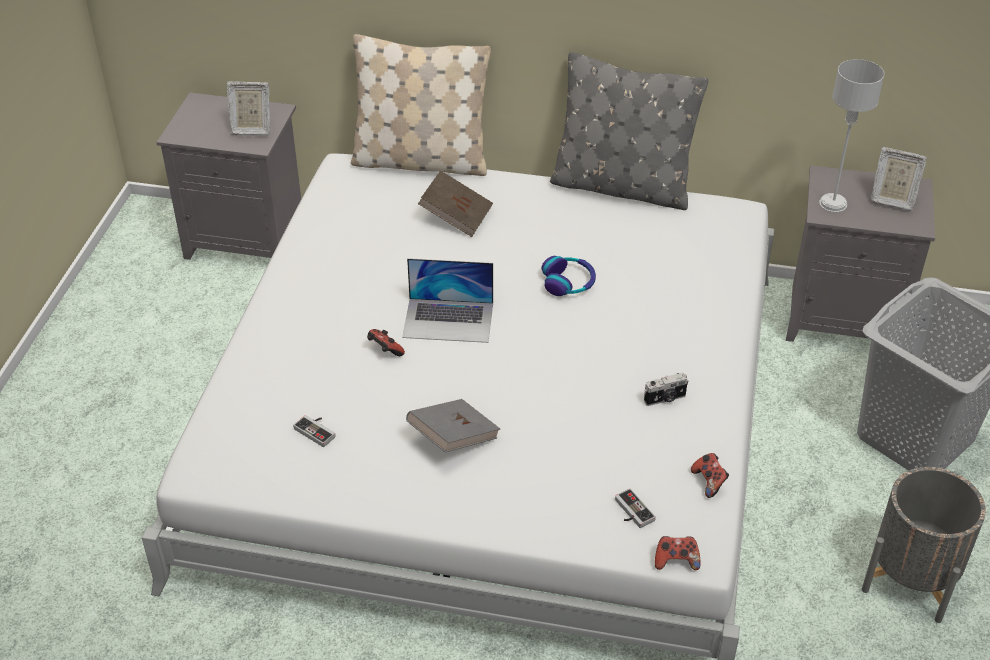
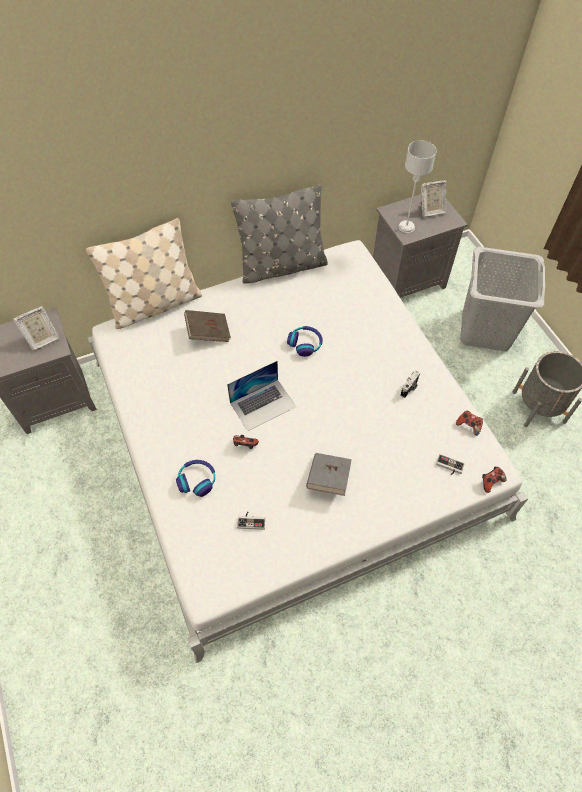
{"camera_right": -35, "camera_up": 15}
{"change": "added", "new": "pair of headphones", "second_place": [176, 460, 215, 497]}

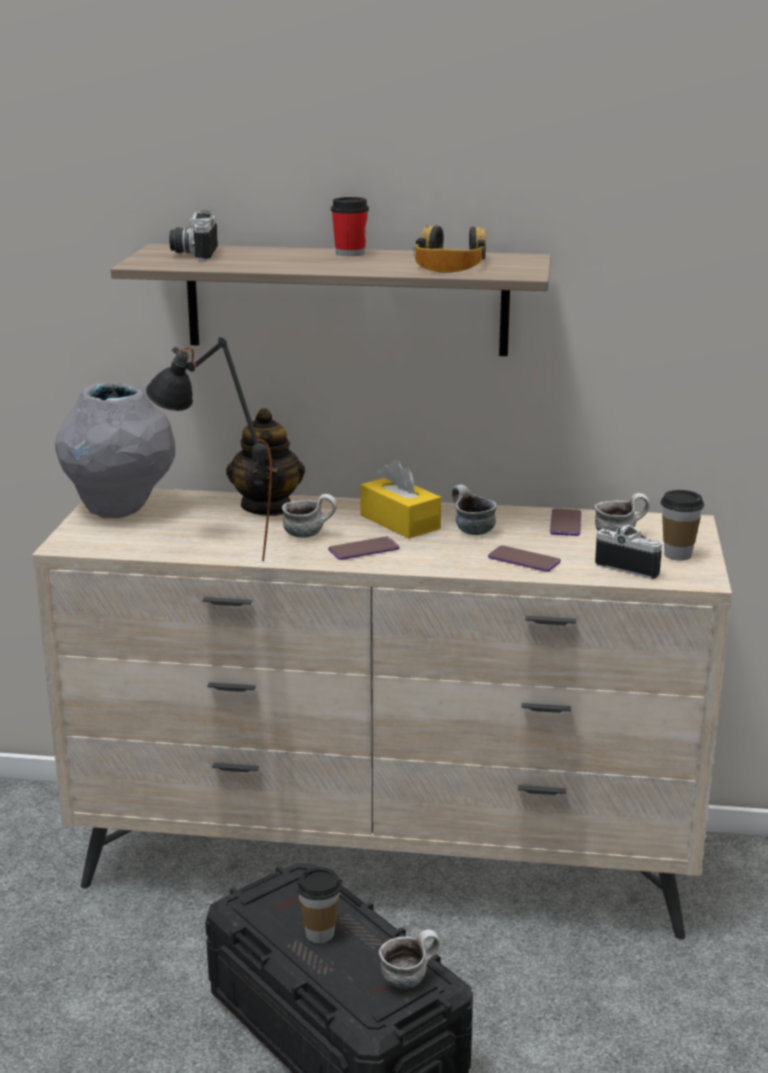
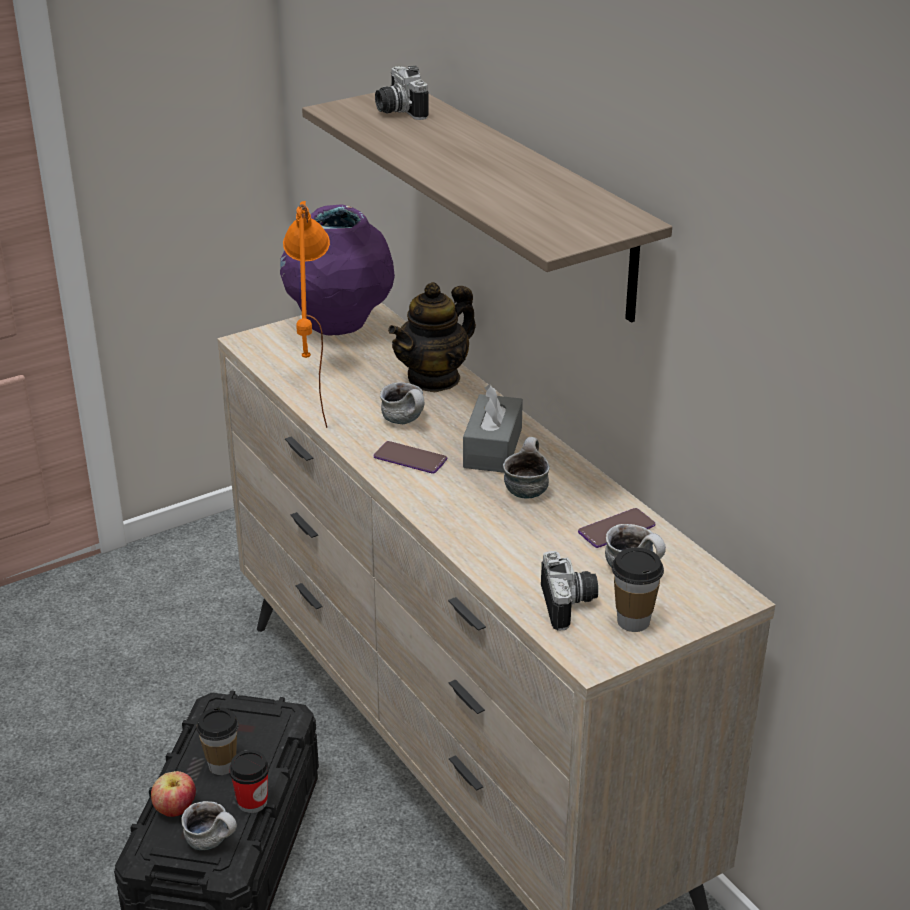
{"camera_right": 50, "camera_up": 10}
{"change": "removed", "old": "pair of headphones", "first_place": [414, 225, 486, 273]}
{"change": "removed", "old": "phone", "first_place": [488, 545, 561, 572]}
{"change": "added", "new": "whole apple", "second_place": [151, 771, 196, 817]}
{"change": "moved", "old": "cup", "first_place": [331, 197, 369, 256], "second_place": [229, 750, 269, 813]}
{"change": "recoloured", "old": "greyish decorative vase", "new": "purple decorative vase", "first_place": [55, 383, 175, 518], "second_place": [280, 205, 395, 336]}
{"change": "recoloured", "old": "black-coloured table lamp", "new": "orangey table lamp", "first_place": [146, 337, 272, 561], "second_place": [283, 201, 330, 428]}
{"change": "recoloured", "old": "yellow-coloured box of tissues", "new": "greyish box of tissues", "first_place": [360, 459, 441, 539], "second_place": [463, 384, 523, 473]}
{"change": "turned", "old": "photo camera", "first_place": [169, 210, 218, 261], "second_place": [375, 66, 429, 120], "degrees": -75}

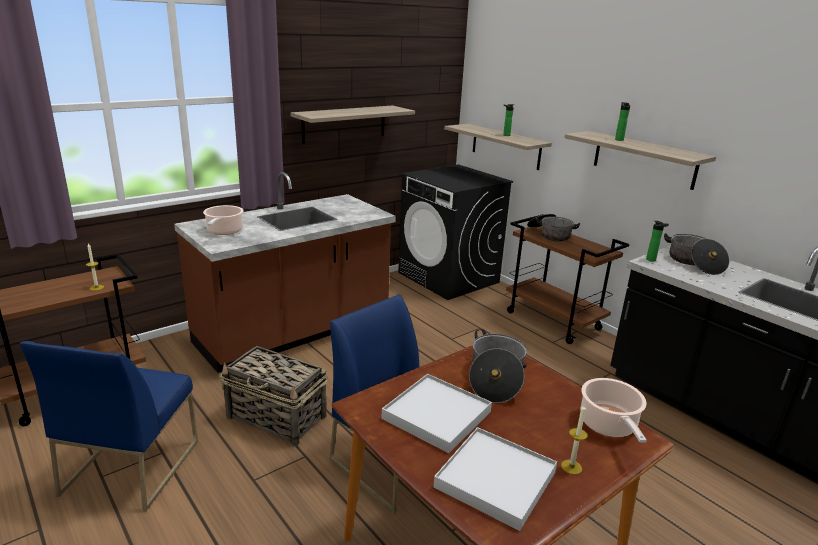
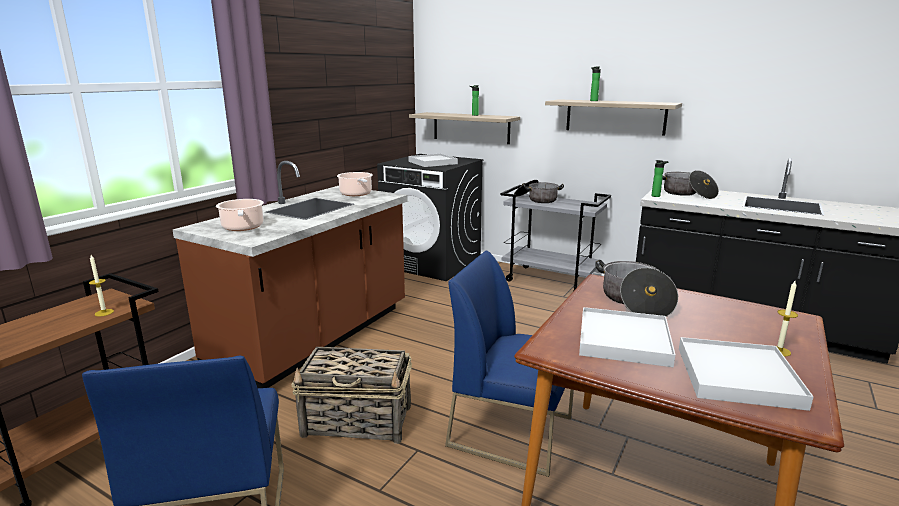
{"camera_right": -20, "camera_up": -5}
{"change": "removed", "old": "bracket shelf", "first_place": [290, 105, 415, 144]}
{"change": "added", "new": "white-coloured carrying tray", "second_place": [408, 154, 458, 167]}
{"change": "moved", "old": "cooking pot", "first_place": [580, 378, 647, 442], "second_place": [337, 172, 373, 196]}
{"change": "recoloured", "old": "brown trolley", "new": "greyish trolley", "first_place": [506, 214, 629, 344], "second_place": [500, 185, 611, 290]}

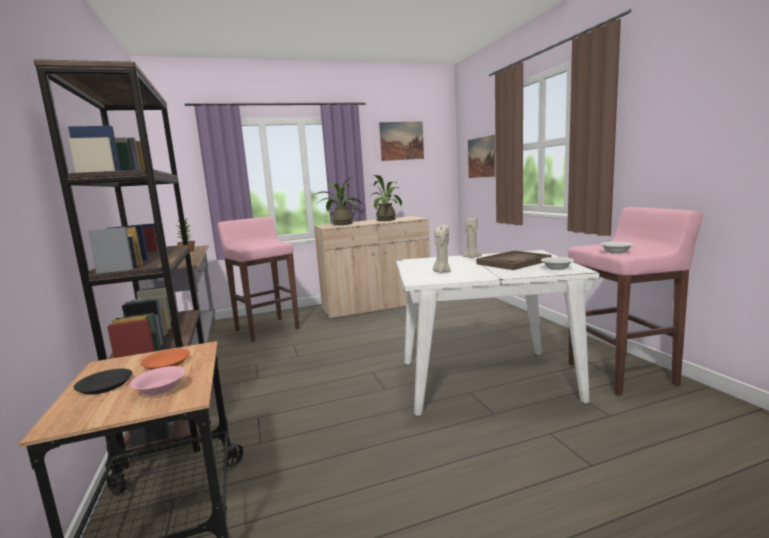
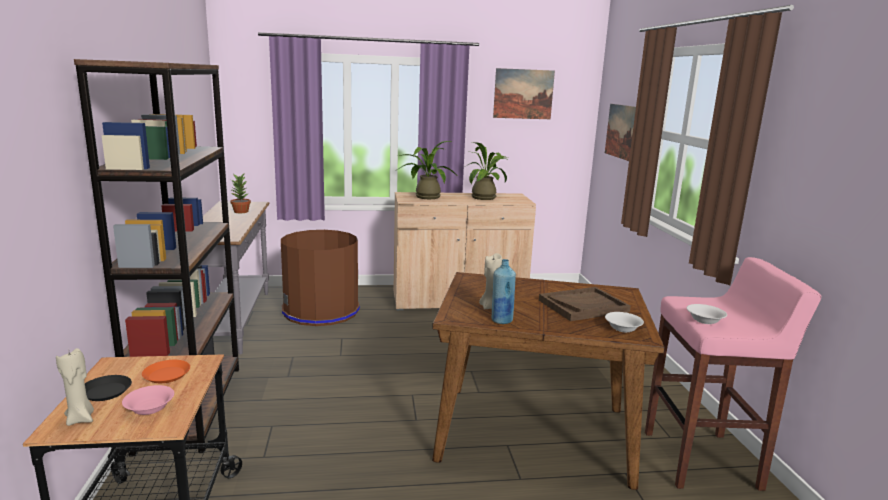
{"camera_right": 10, "camera_up": 5}
{"change": "added", "new": "blue drink bottle", "second_place": [492, 259, 516, 324]}
{"change": "moved", "old": "sand-coloured wax candle", "first_place": [462, 217, 482, 258], "second_place": [56, 348, 94, 426]}
{"change": "replaced", "old": "pinkish sitting stool", "new": "brown trash can", "first_place": [217, 217, 299, 342], "second_place": [281, 230, 360, 326]}
{"change": "recoloured", "old": "white-coloured dining table", "new": "brown dining table", "first_place": [396, 250, 600, 416], "second_place": [432, 272, 665, 490]}

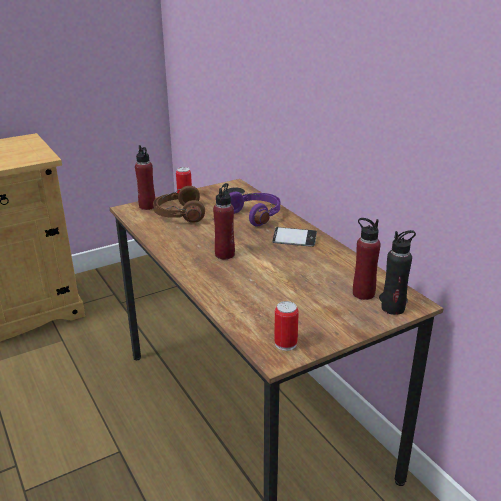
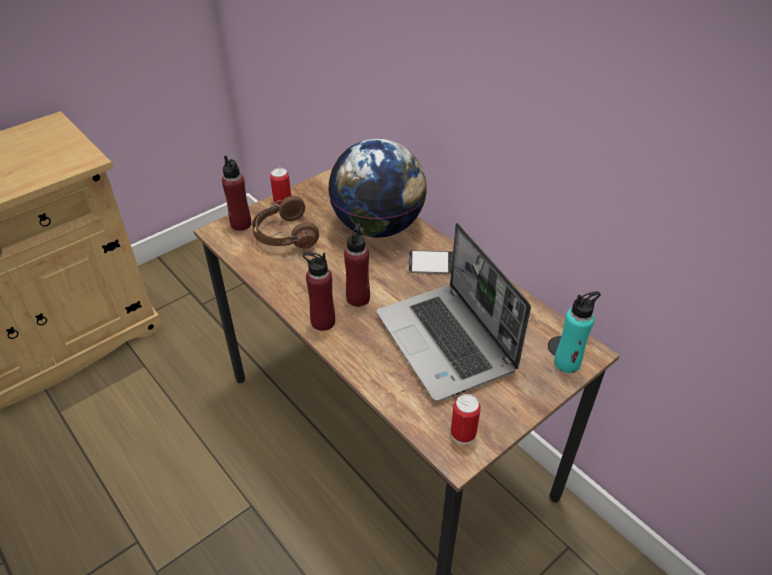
{"camera_right": -10, "camera_up": 15}
{"change": "added", "new": "portable computer", "second_place": [377, 223, 531, 402]}
{"change": "moved", "old": "red-coloured drink bottle", "first_place": [353, 218, 381, 300], "second_place": [303, 252, 335, 331]}
{"change": "replaced", "old": "purple pair of headphones", "new": "world globe", "first_place": [229, 192, 280, 227], "second_place": [328, 139, 427, 238]}
{"change": "recoloured", "old": "black-coloured drink bottle", "new": "turquoise drink bottle", "first_place": [382, 230, 416, 315], "second_place": [554, 291, 601, 373]}

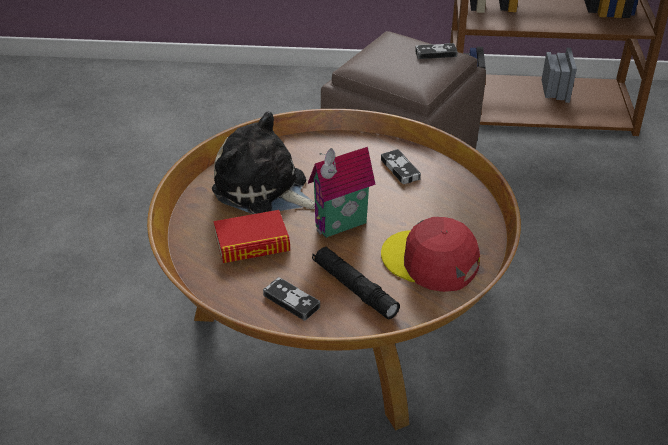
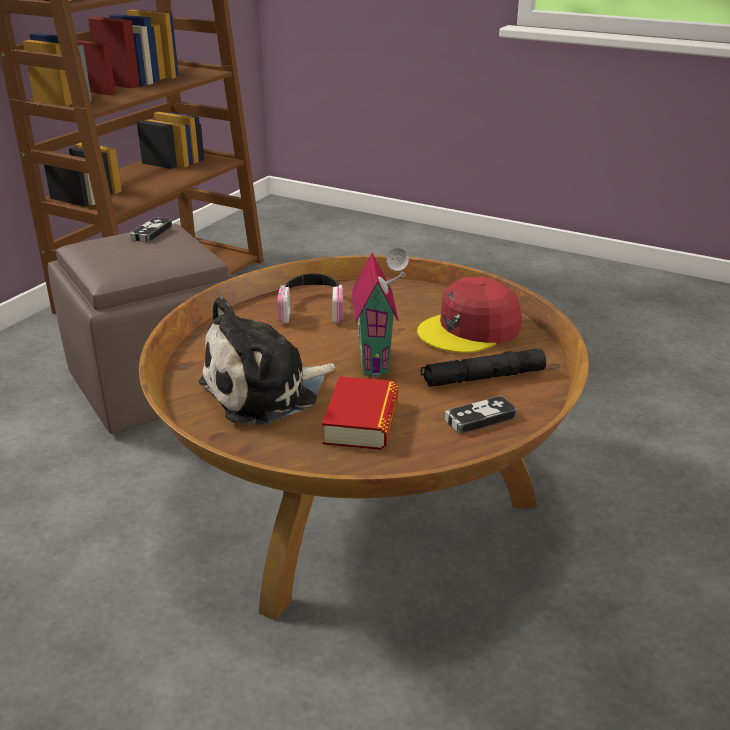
{"camera_right": -65, "camera_up": -10}
{"change": "replaced", "old": "joypad", "new": "pair of headphones", "first_place": [381, 149, 421, 184], "second_place": [277, 273, 343, 324]}

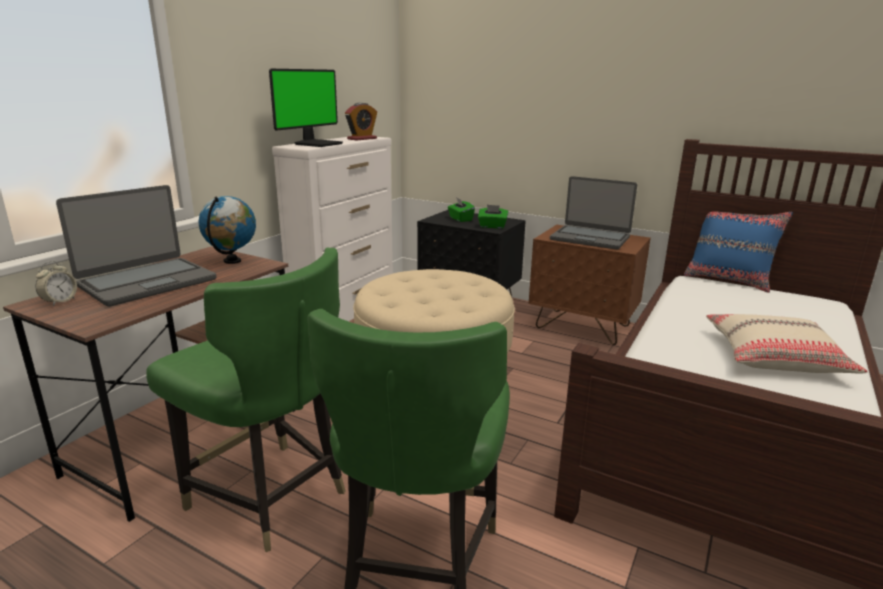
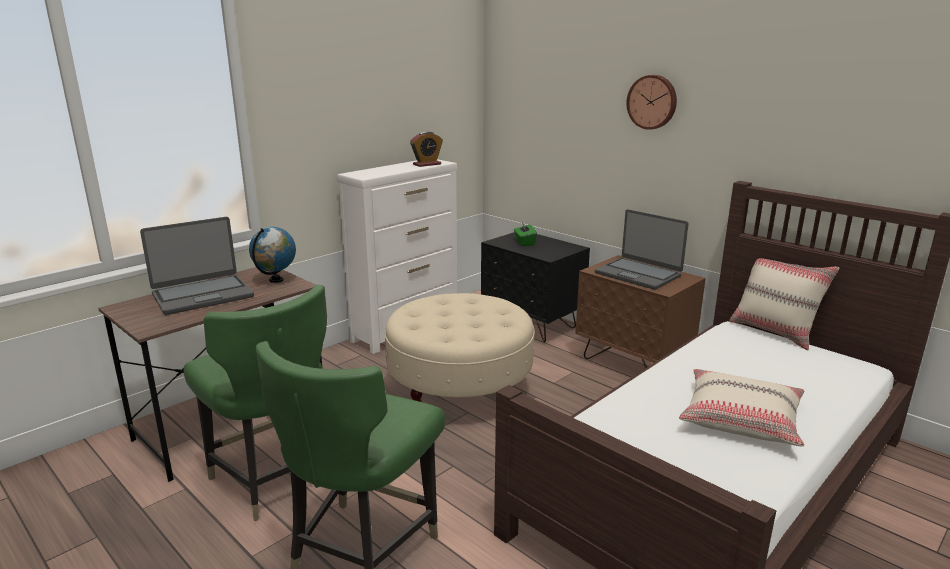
{"camera_right": 15, "camera_up": 0}
{"change": "removed", "old": "alarm clock", "first_place": [35, 261, 77, 306]}
{"change": "removed", "old": "computer display", "first_place": [269, 69, 343, 147]}
{"change": "removed", "old": "green-coloured box of tissues", "first_place": [478, 205, 508, 229]}
{"change": "added", "new": "wall clock", "second_place": [626, 75, 677, 130]}
{"change": "recoloured", "old": "blue pillow", "new": "sand-coloured pillow", "first_place": [684, 212, 793, 293], "second_place": [729, 258, 839, 350]}

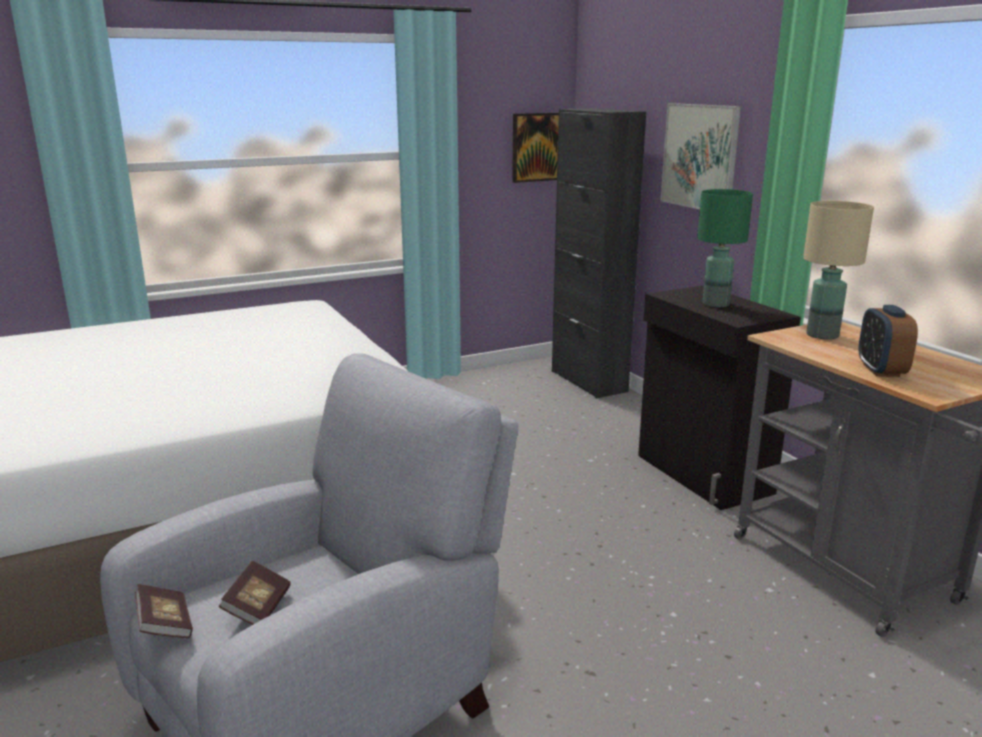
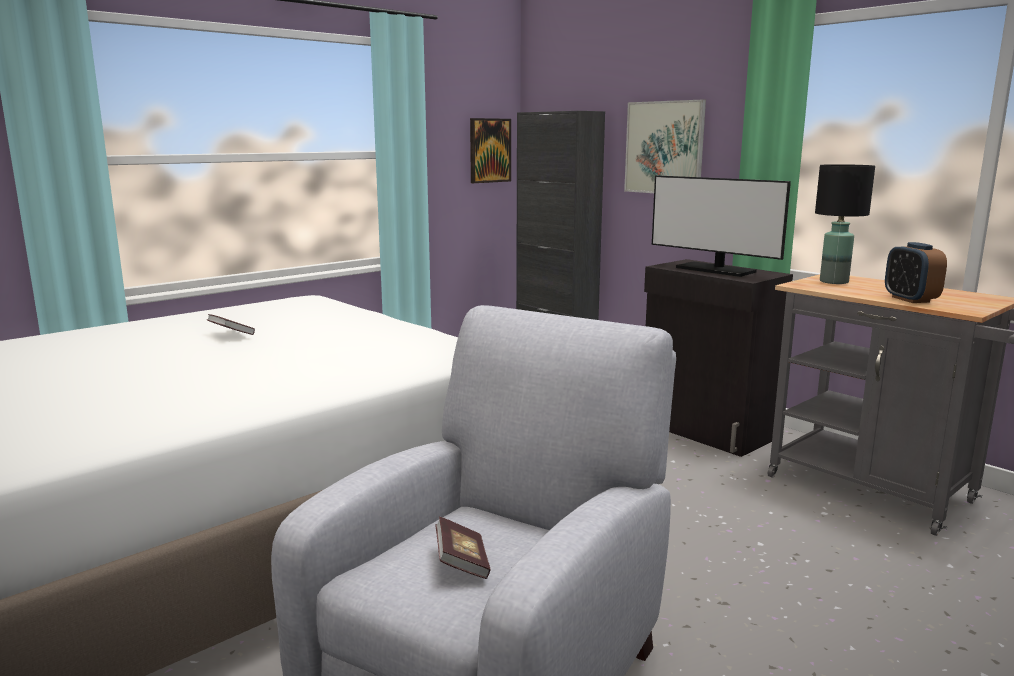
{"camera_right": -15, "camera_up": -5}
{"change": "moved", "old": "book", "first_place": [135, 584, 193, 638], "second_place": [207, 314, 255, 335]}
{"change": "replaced", "old": "green-coloured table lamp", "new": "computer display", "first_place": [697, 189, 753, 307], "second_place": [652, 175, 791, 277]}
{"change": "recoloured", "old": "sand-coloured table lamp", "new": "black-coloured table lamp", "first_place": [803, 201, 874, 340], "second_place": [815, 164, 875, 284]}

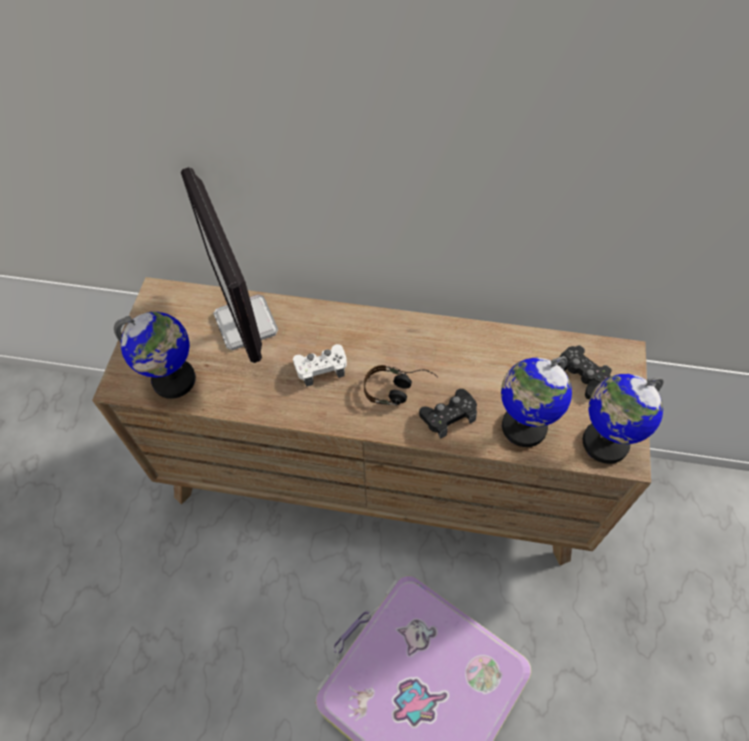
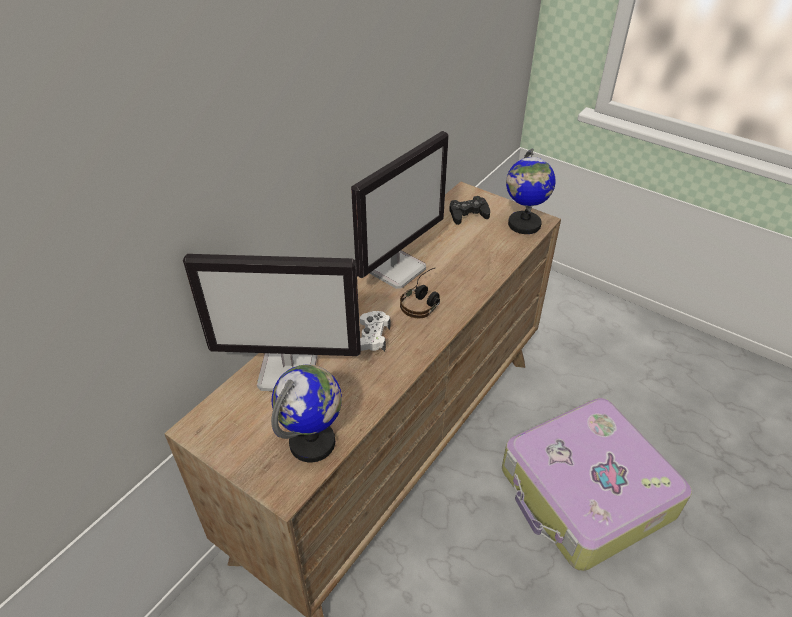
{"camera_right": -65, "camera_up": -15}
{"change": "removed", "old": "black-coloured joypad", "first_place": [419, 389, 477, 439]}
{"change": "removed", "old": "world globe", "first_place": [501, 356, 572, 447]}
{"change": "added", "new": "computer display", "second_place": [351, 131, 449, 289]}

